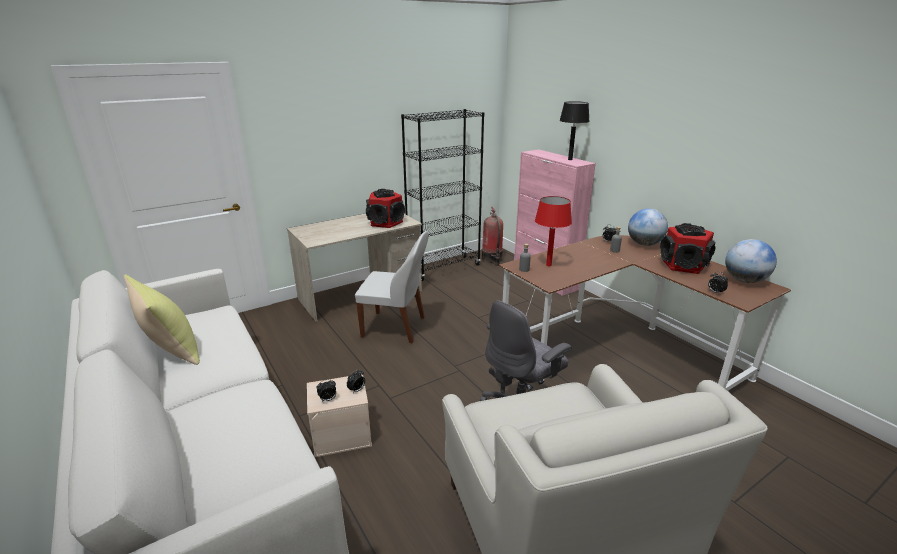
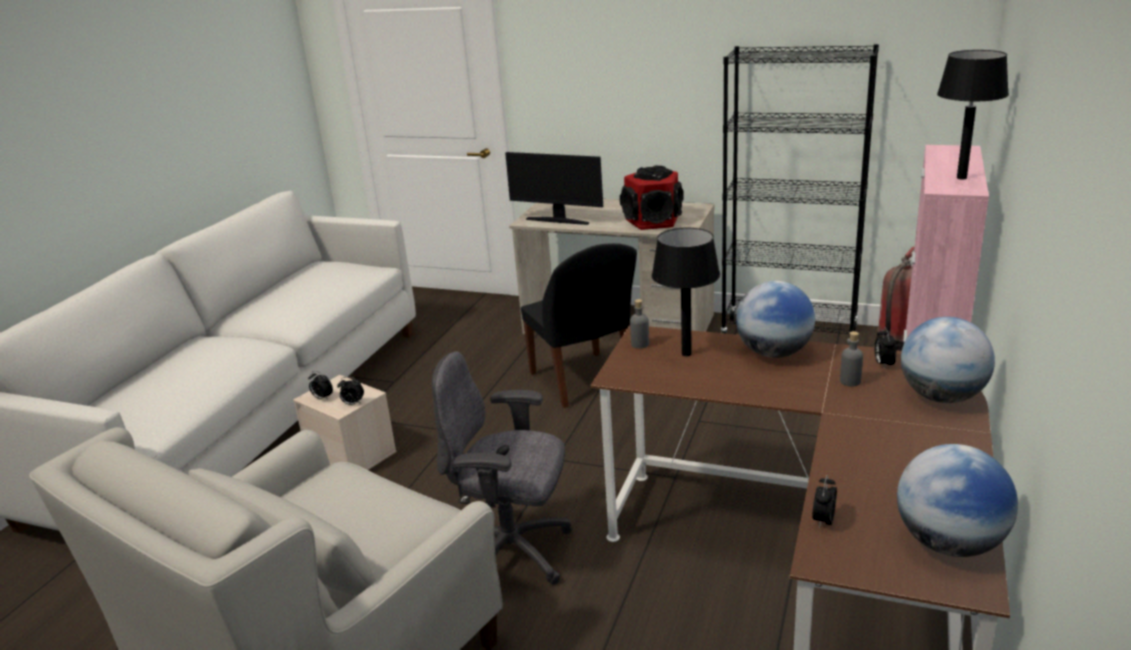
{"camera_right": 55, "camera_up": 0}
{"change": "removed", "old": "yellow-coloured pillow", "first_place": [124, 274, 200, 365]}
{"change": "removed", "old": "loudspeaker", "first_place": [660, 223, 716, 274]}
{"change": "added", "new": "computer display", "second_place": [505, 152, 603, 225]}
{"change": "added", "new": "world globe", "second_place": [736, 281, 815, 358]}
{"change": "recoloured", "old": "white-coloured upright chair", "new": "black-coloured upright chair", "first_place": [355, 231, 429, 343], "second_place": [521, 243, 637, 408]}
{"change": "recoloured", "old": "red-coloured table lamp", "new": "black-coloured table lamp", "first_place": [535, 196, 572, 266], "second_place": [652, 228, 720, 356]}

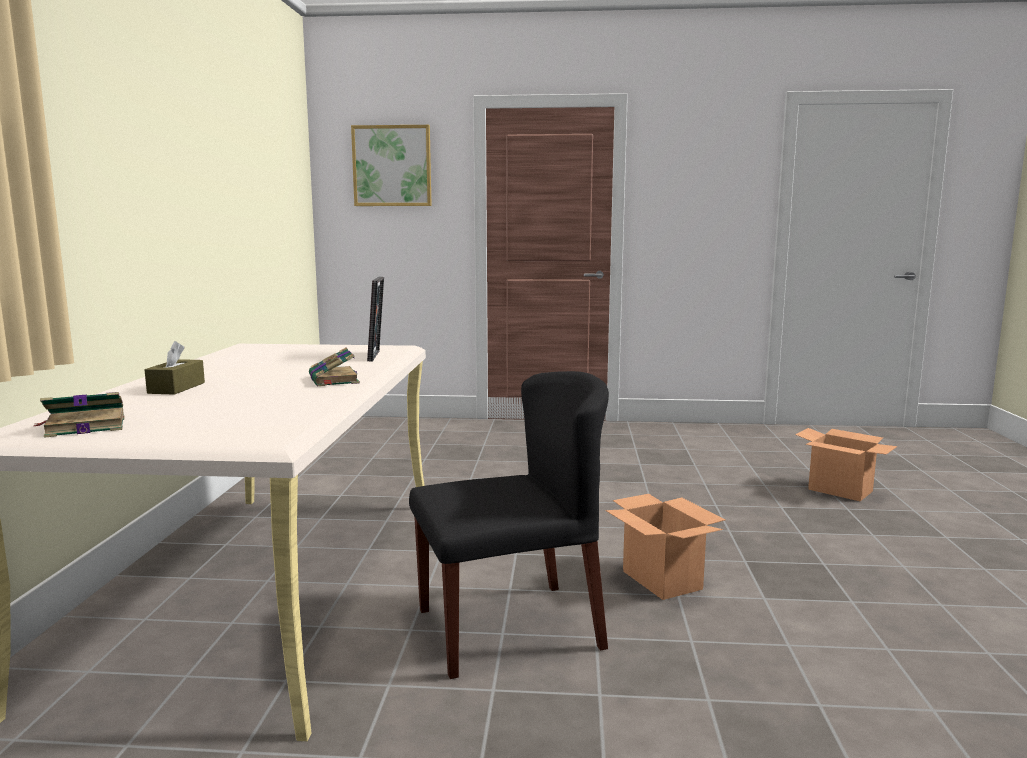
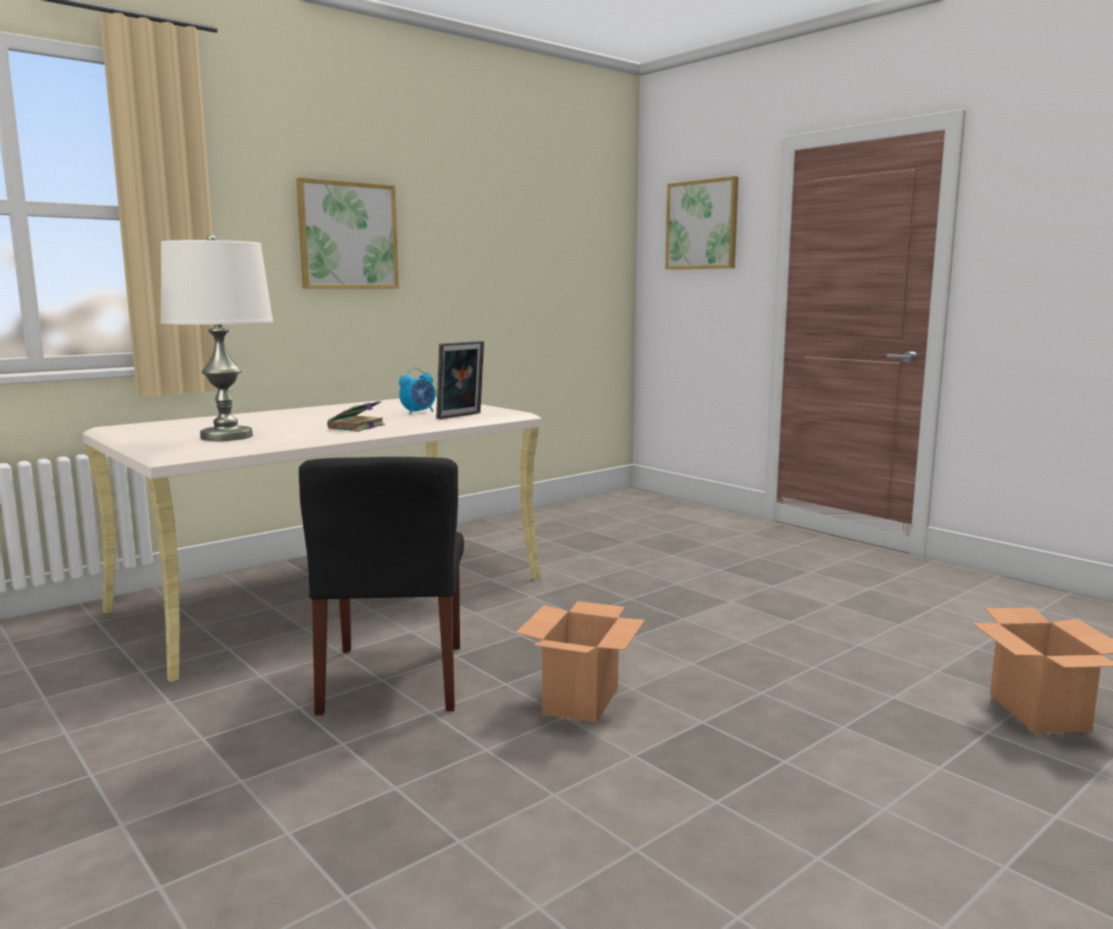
{"camera_right": 45, "camera_up": 0}
{"change": "removed", "old": "book", "first_place": [34, 392, 125, 438]}
{"change": "removed", "old": "brown box of tissues", "first_place": [145, 341, 205, 395]}
{"change": "added", "new": "white-coloured table lamp", "second_place": [160, 235, 273, 441]}
{"change": "added", "new": "picture", "second_place": [296, 178, 399, 289]}
{"change": "added", "new": "alarm clock", "second_place": [399, 368, 436, 415]}
{"change": "turned", "old": "black-coloured upright chair", "first_place": [409, 371, 609, 679], "second_place": [299, 457, 464, 715], "degrees": 60}

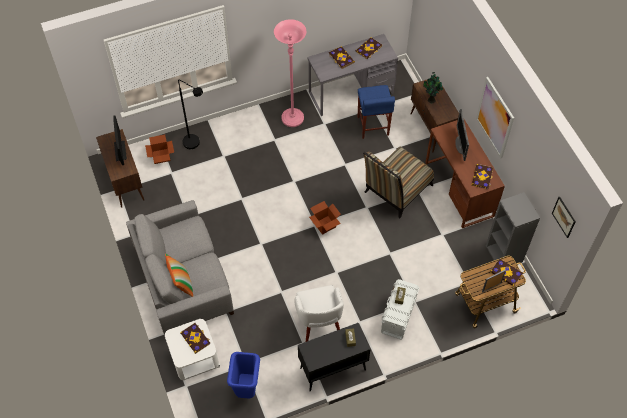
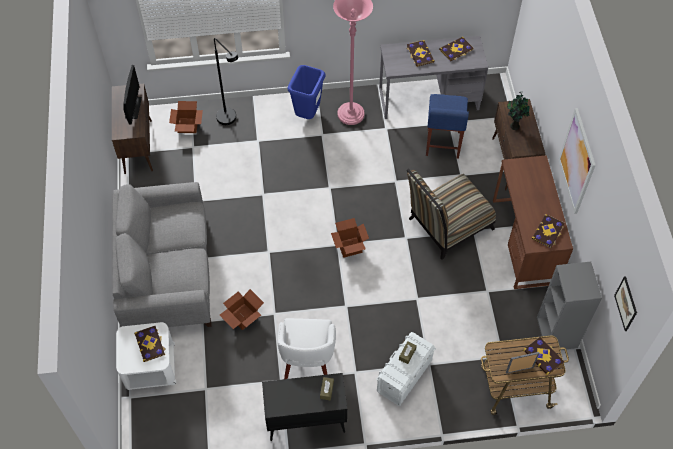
{"camera_right": 15, "camera_up": 0}
{"change": "removed", "old": "pillow", "first_place": [165, 253, 193, 297]}
{"change": "removed", "old": "computer display", "first_place": [455, 109, 469, 161]}
{"change": "added", "new": "cardboard box", "second_place": [220, 289, 264, 330]}
{"change": "moved", "old": "blue trash can", "first_place": [227, 352, 260, 398], "second_place": [287, 65, 326, 119]}

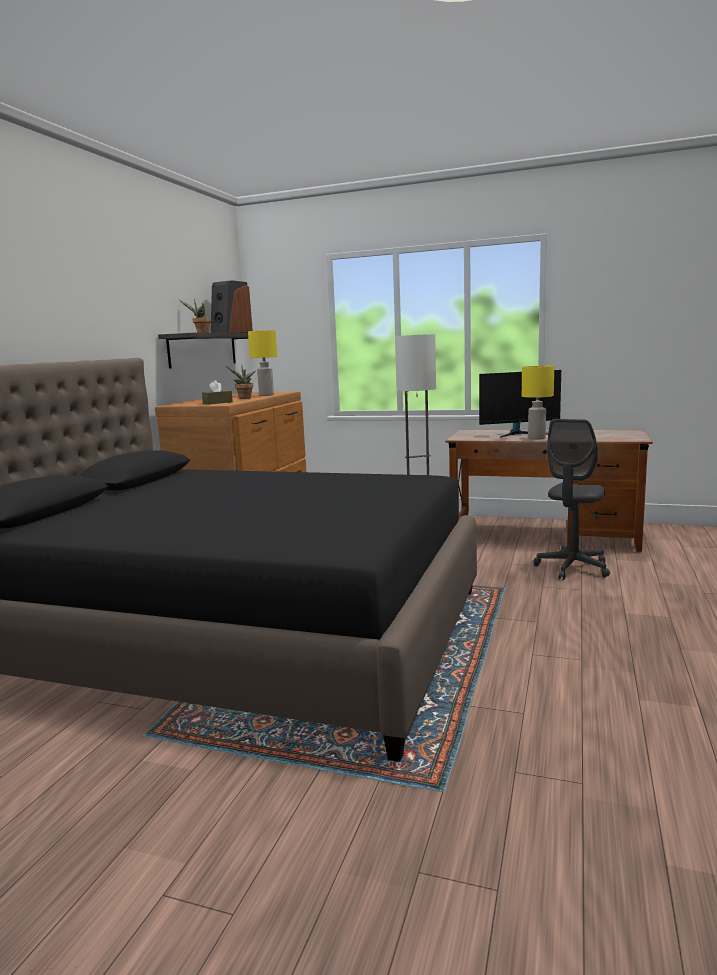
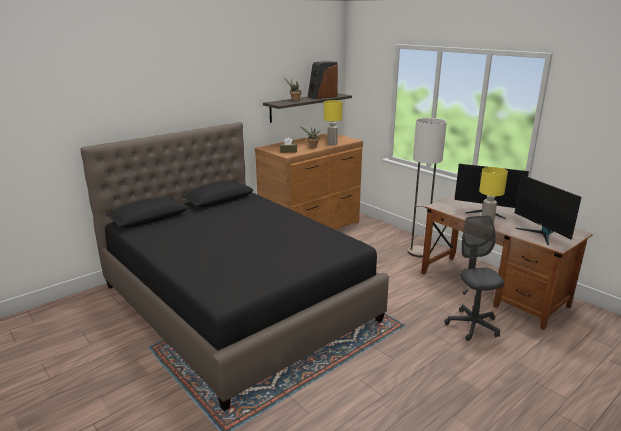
{"camera_right": 30, "camera_up": 10}
{"change": "added", "new": "computer display", "second_place": [514, 175, 581, 245]}
{"change": "turned", "old": "greyish office chair", "first_place": [533, 419, 610, 580], "second_place": [445, 215, 505, 341], "degrees": 105}

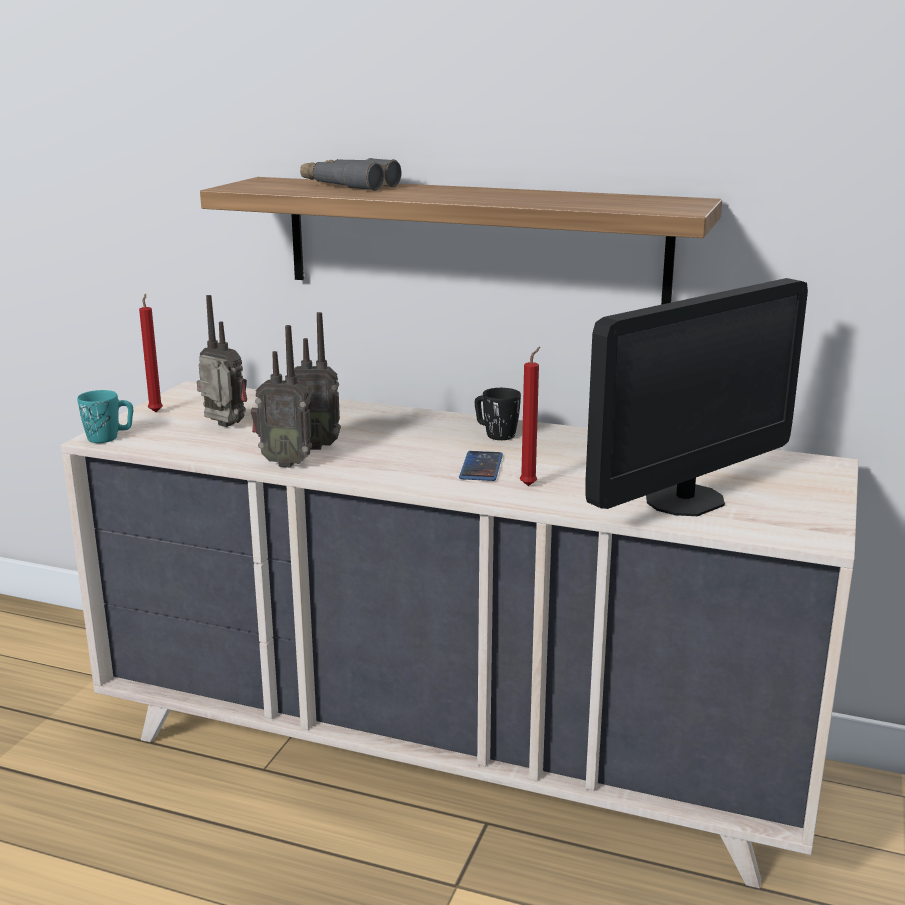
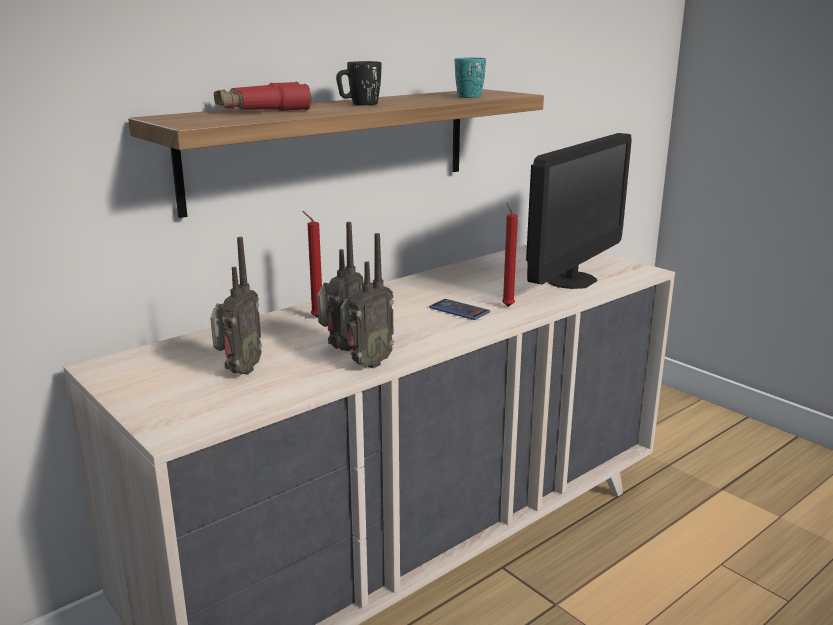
{"camera_right": -60, "camera_up": 0}
{"change": "moved", "old": "turquoise coffee mug", "first_place": [77, 390, 133, 443], "second_place": [455, 58, 486, 98]}
{"change": "moved", "old": "red-coloured wax candle", "first_place": [139, 293, 163, 412], "second_place": [302, 211, 322, 318]}
{"change": "moved", "old": "black-coloured coffee mug", "first_place": [475, 388, 521, 440], "second_place": [336, 61, 382, 105]}
{"change": "recoloured", "old": "greyish binoculars", "new": "red-coloured binoculars", "first_place": [300, 158, 402, 191], "second_place": [214, 81, 311, 111]}
{"change": "turned", "old": "radio set", "first_place": [197, 295, 247, 427], "second_place": [210, 237, 262, 375], "degrees": 135}
{"change": "turned", "old": "computer display", "first_place": [586, 278, 808, 516], "second_place": [526, 133, 631, 289], "degrees": 45}

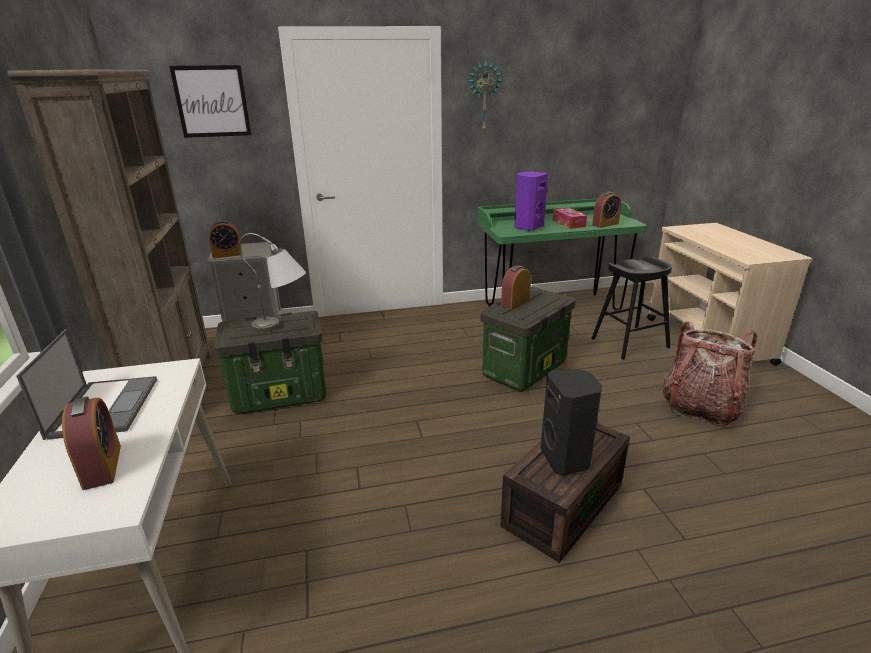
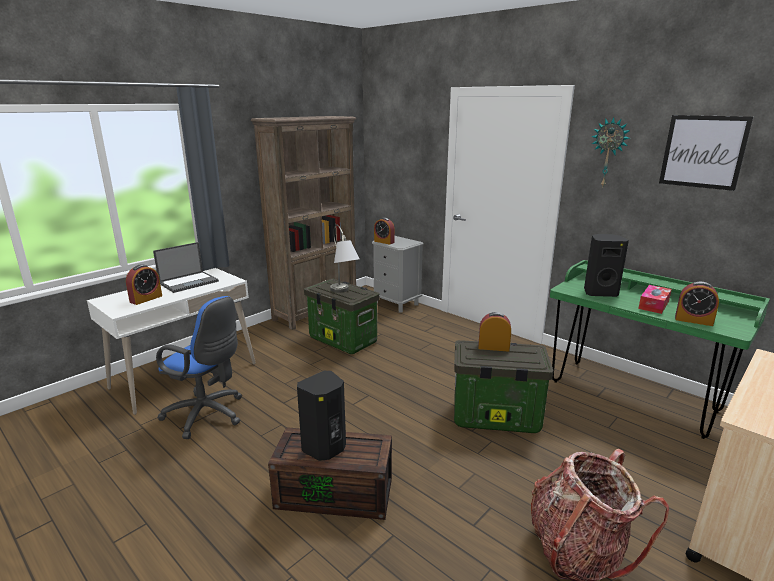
{"camera_right": 55, "camera_up": -5}
{"change": "removed", "old": "black-coloured sitting stool", "first_place": [591, 256, 672, 360]}
{"change": "added", "new": "blue office chair", "second_place": [156, 296, 242, 439]}
{"change": "moved", "old": "picture", "first_place": [169, 65, 251, 138], "second_place": [659, 115, 753, 191]}
{"change": "recoloured", "old": "purple loudspeaker", "new": "black-coloured loudspeaker", "first_place": [514, 171, 548, 231], "second_place": [584, 234, 629, 297]}

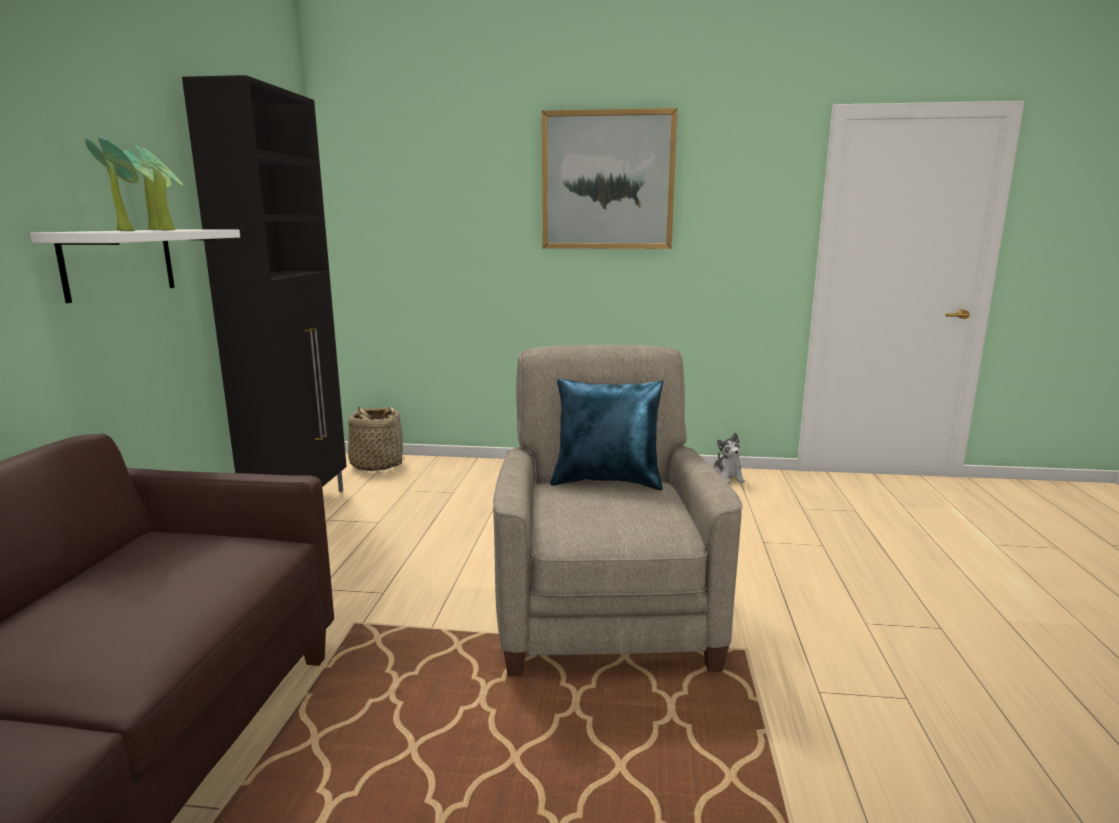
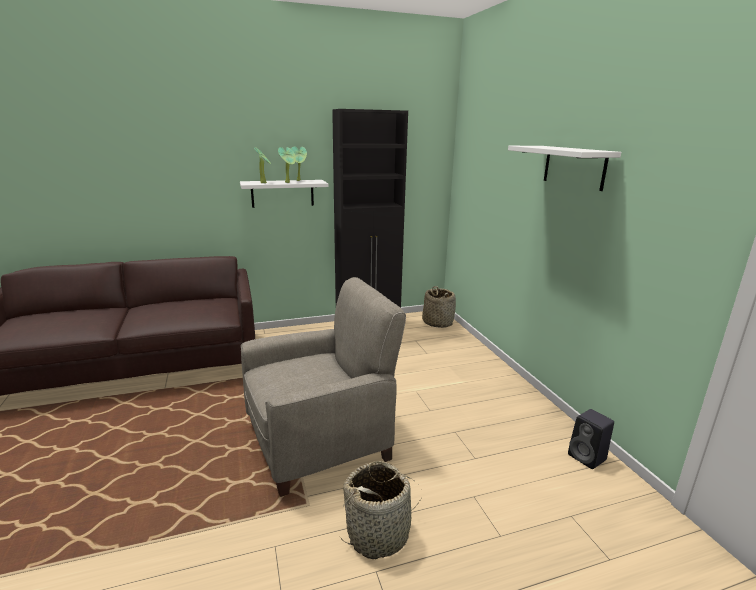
{"camera_right": 65, "camera_up": 5}
{"change": "removed", "old": "blue pillow", "first_place": [550, 378, 663, 490]}
{"change": "added", "new": "storage basket", "second_place": [340, 461, 421, 559]}
{"change": "replaced", "old": "picture", "new": "white-coloured bracket shelf", "first_place": [542, 108, 678, 249], "second_place": [508, 146, 621, 191]}
{"change": "replaced", "old": "plush toy", "new": "black-coloured loudspeaker", "first_place": [714, 432, 745, 484], "second_place": [568, 409, 614, 469]}

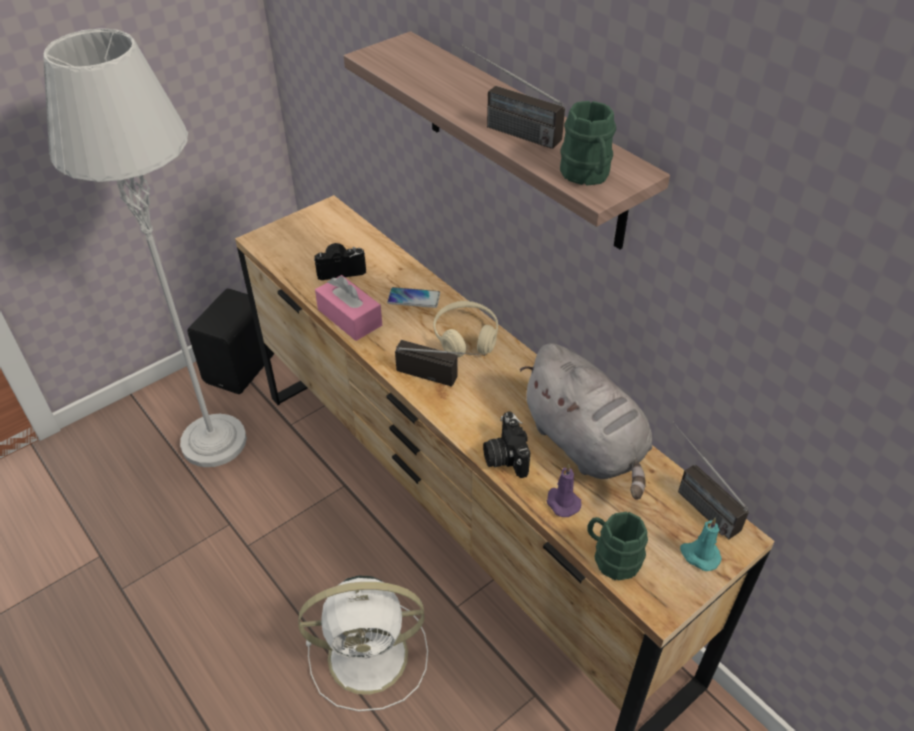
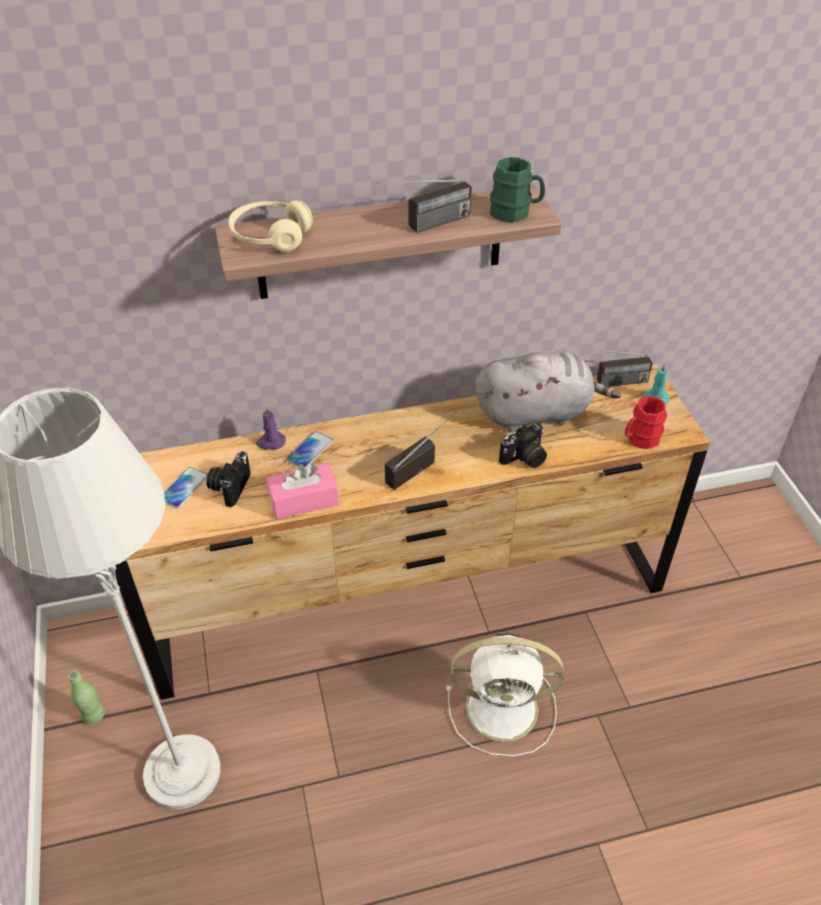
{"camera_right": -65, "camera_up": 0}
{"change": "added", "new": "phone", "second_place": [164, 467, 208, 508]}
{"change": "moved", "old": "sand-coloured pair of headphones", "first_place": [433, 301, 498, 358], "second_place": [228, 200, 313, 252]}
{"change": "moved", "old": "purple wax candle", "first_place": [547, 464, 582, 517], "second_place": [256, 407, 286, 450]}
{"change": "replaced", "old": "black-coloured loudspeaker", "new": "green-coloured drink bottle", "first_place": [187, 289, 275, 394], "second_place": [68, 670, 105, 724]}
{"change": "recoloured", "old": "green-coloured coffee mug", "new": "red-coloured coffee mug", "first_place": [587, 512, 648, 581], "second_place": [625, 396, 667, 449]}
{"change": "turned", "old": "white-coloured fan", "first_place": [298, 576, 428, 712], "second_place": [447, 633, 564, 757], "degrees": 75}
{"change": "turned", "old": "photo camera", "first_place": [483, 411, 530, 478], "second_place": [499, 424, 547, 468], "degrees": -45}

